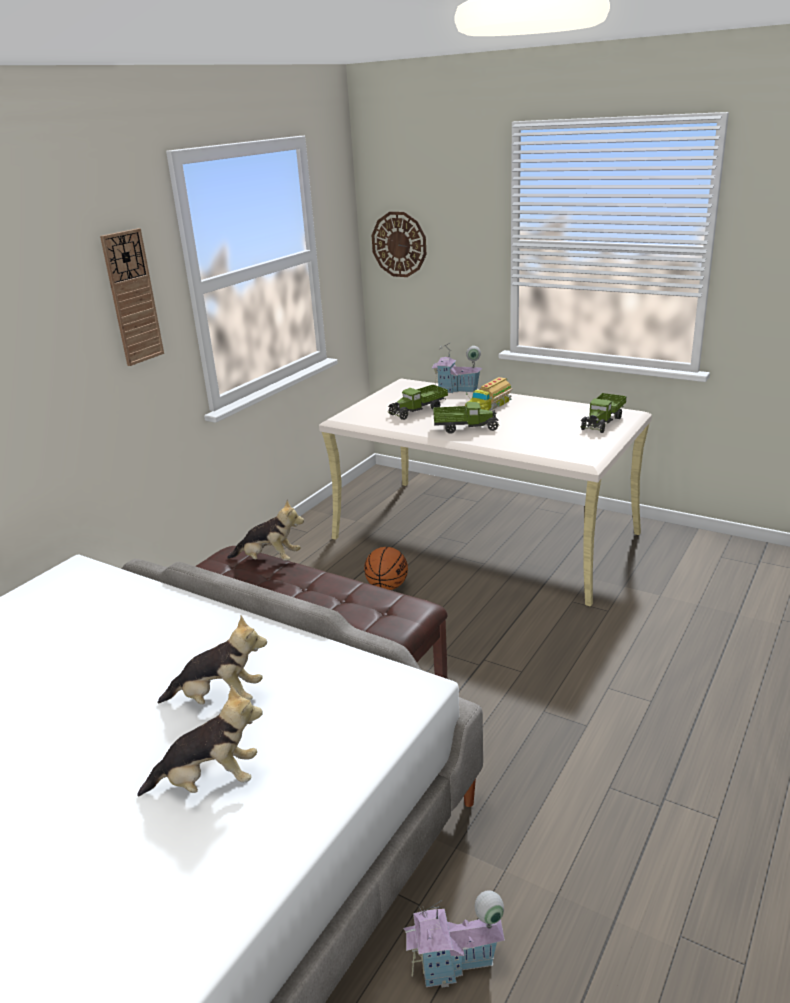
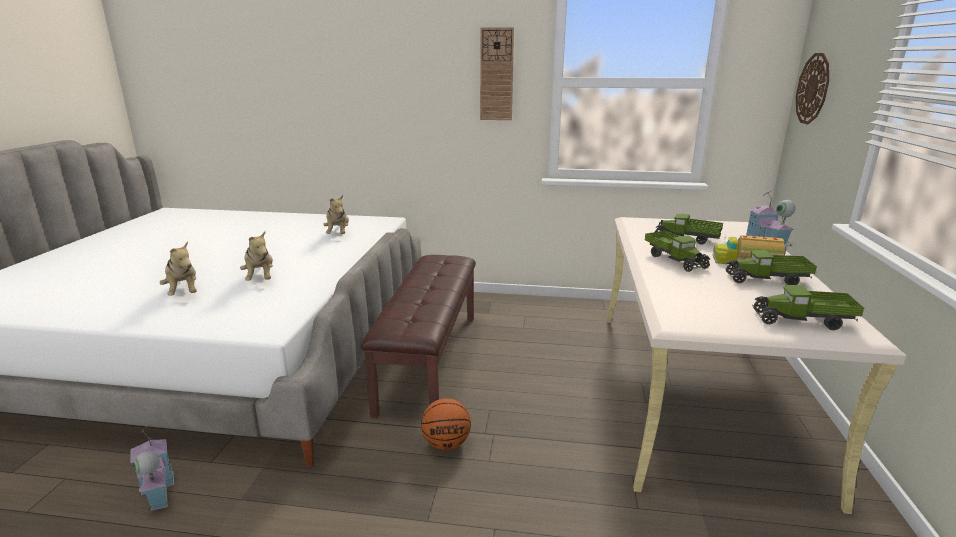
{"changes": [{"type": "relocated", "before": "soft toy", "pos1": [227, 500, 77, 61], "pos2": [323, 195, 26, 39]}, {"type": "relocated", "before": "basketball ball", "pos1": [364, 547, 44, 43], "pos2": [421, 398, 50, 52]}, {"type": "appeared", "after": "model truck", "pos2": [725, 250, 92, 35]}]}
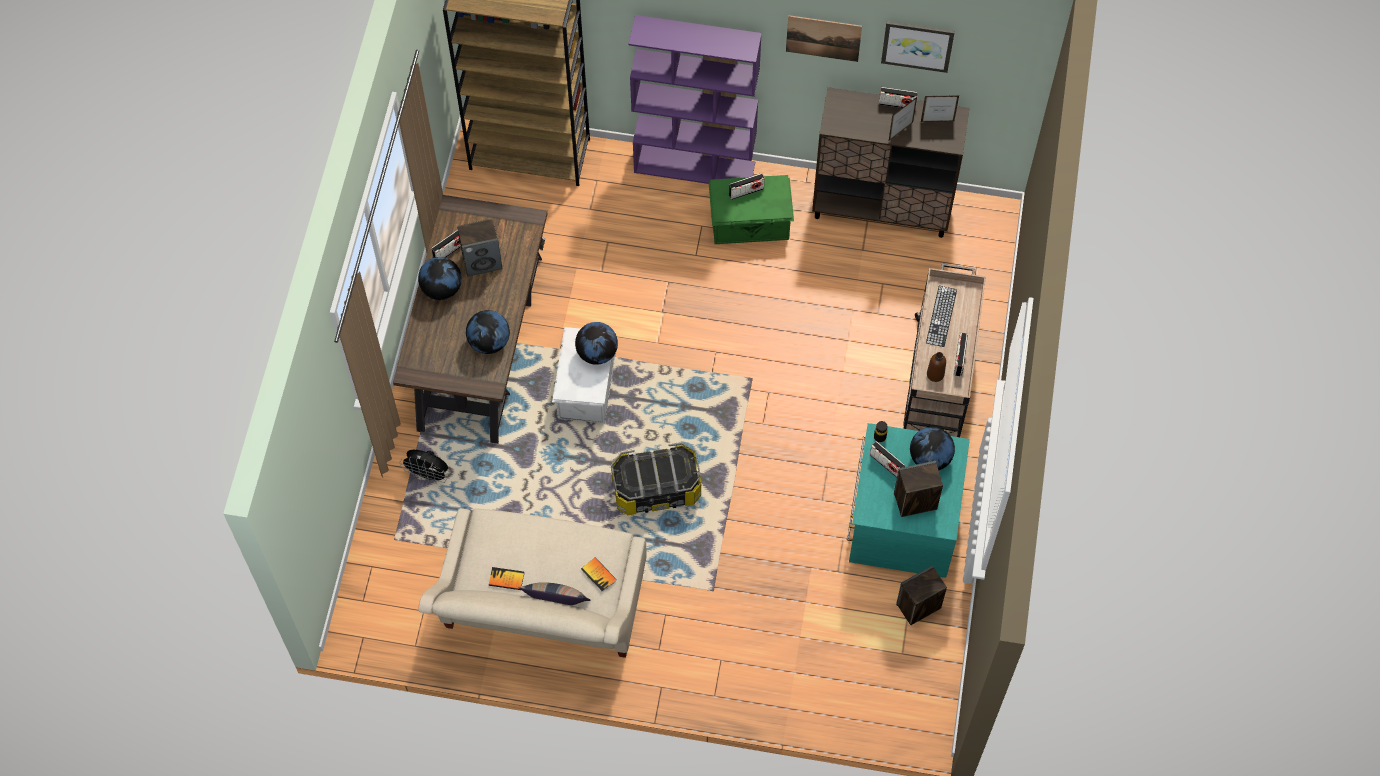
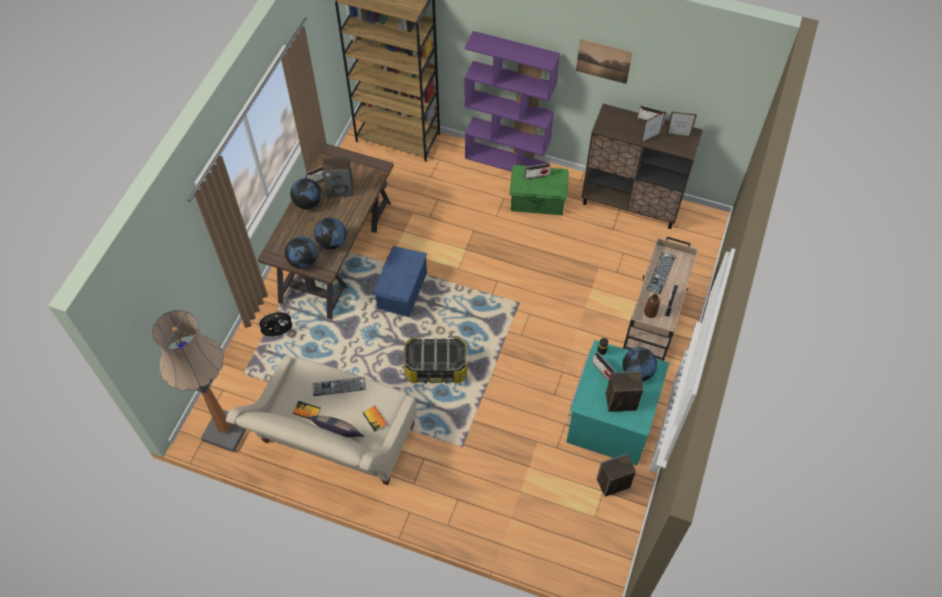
{"changes": [{"type": "appeared", "after": "floor lamp", "pos2": [152, 310, 94, 142]}, {"type": "spun", "before": "blackish fan", "pos1": [399, 450, 49, 34], "pos2": [258, 310, 35, 26], "turn": 135}, {"type": "relocated", "before": "world globe", "pos1": [575, 322, 43, 43], "pos2": [285, 236, 32, 32]}, {"type": "appeared", "after": "PC keyboard", "pos2": [313, 377, 53, 19]}, {"type": "colour", "before": "white storage container", "after": "blue storage container", "pos1": [552, 327, 64, 96], "pos2": [372, 246, 55, 71]}, {"type": "missing", "before": "wall picture", "pos1": [881, 21, 74, 52]}]}
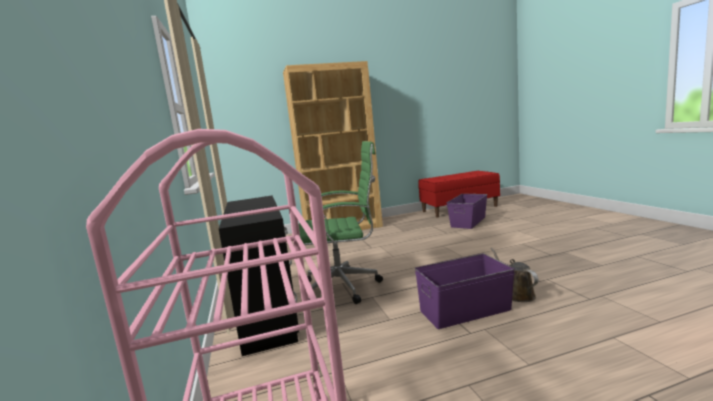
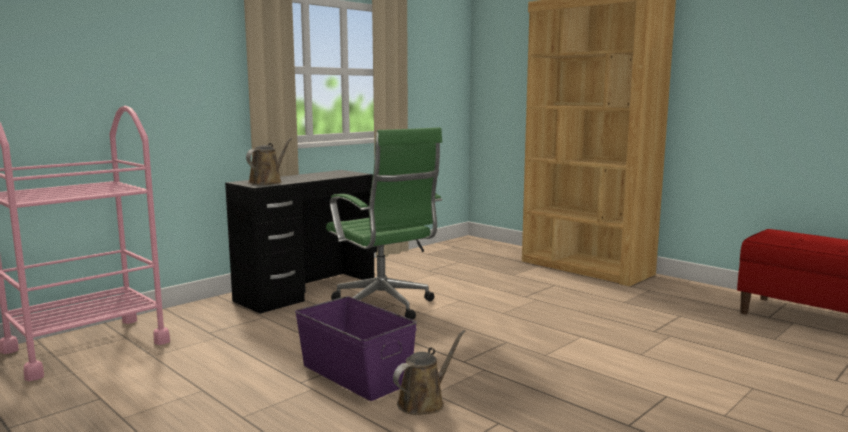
{"changes": [{"type": "appeared", "after": "brownish sprinkling can", "pos2": [246, 138, 46, 47]}, {"type": "missing", "before": "purple-coloured storage container", "pos1": [447, 194, 41, 35]}]}
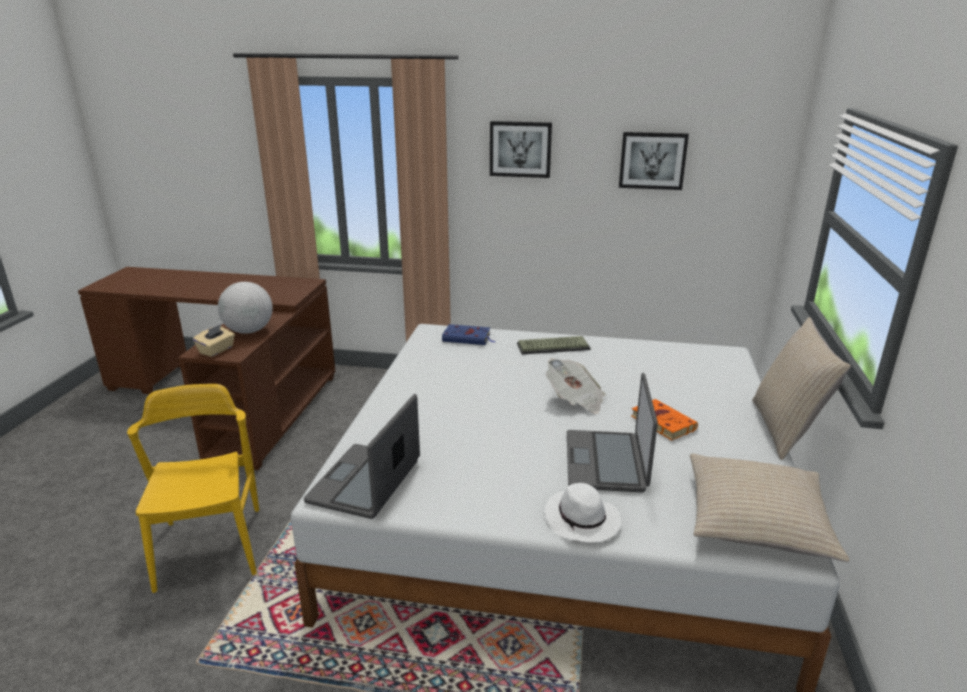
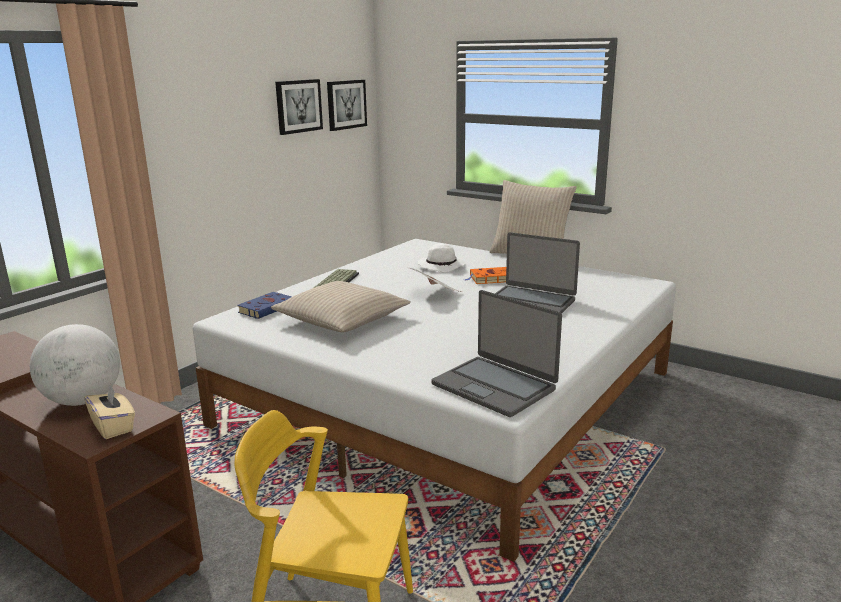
{"changes": [{"type": "relocated", "before": "beige cushion", "pos1": [690, 454, 159, 108], "pos2": [271, 281, 140, 51]}, {"type": "relocated", "before": "wall picture", "pos1": [490, 121, 62, 57], "pos2": [327, 80, 40, 51]}, {"type": "relocated", "before": "white clothing hat", "pos1": [545, 483, 76, 60], "pos2": [418, 243, 47, 29]}]}
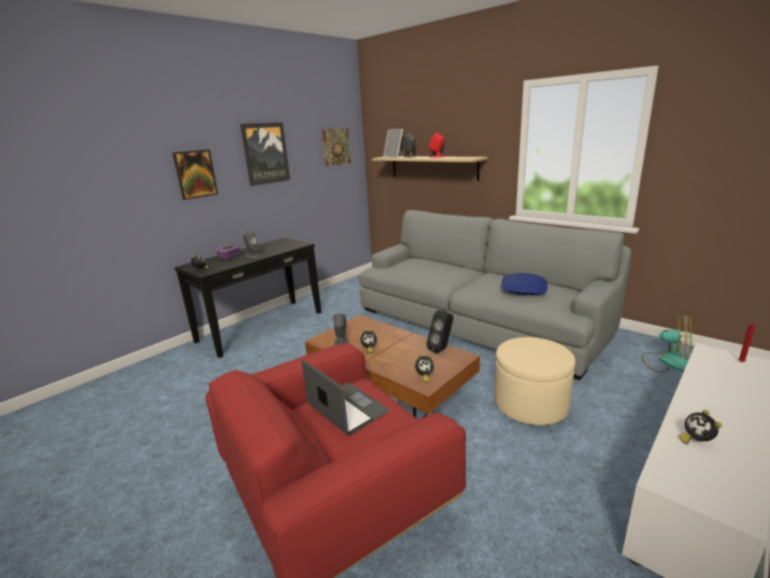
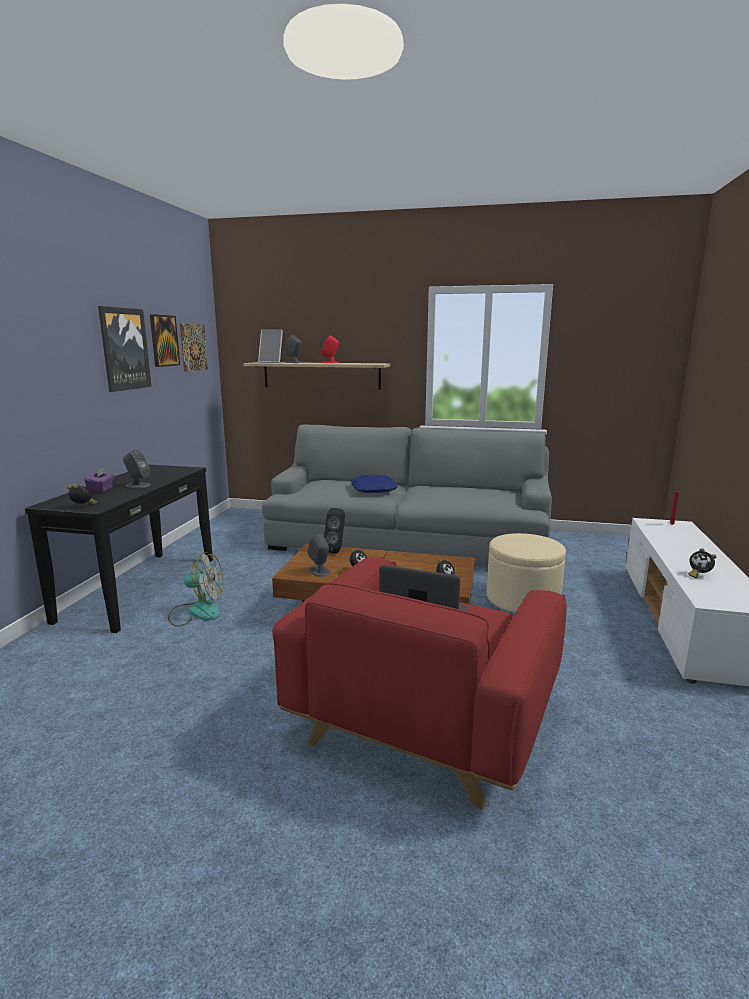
{"changes": [{"type": "relocated", "before": "wall picture", "pos1": [173, 150, 45, 50], "pos2": [150, 314, 30, 53]}, {"type": "relocated", "before": "fan", "pos1": [642, 314, 50, 59], "pos2": [168, 552, 55, 75]}, {"type": "relocated", "before": "blackish speaker", "pos1": [426, 310, 28, 44], "pos2": [324, 508, 21, 45]}, {"type": "relocated", "before": "blue cushion", "pos1": [501, 273, 47, 22], "pos2": [351, 475, 47, 18]}]}
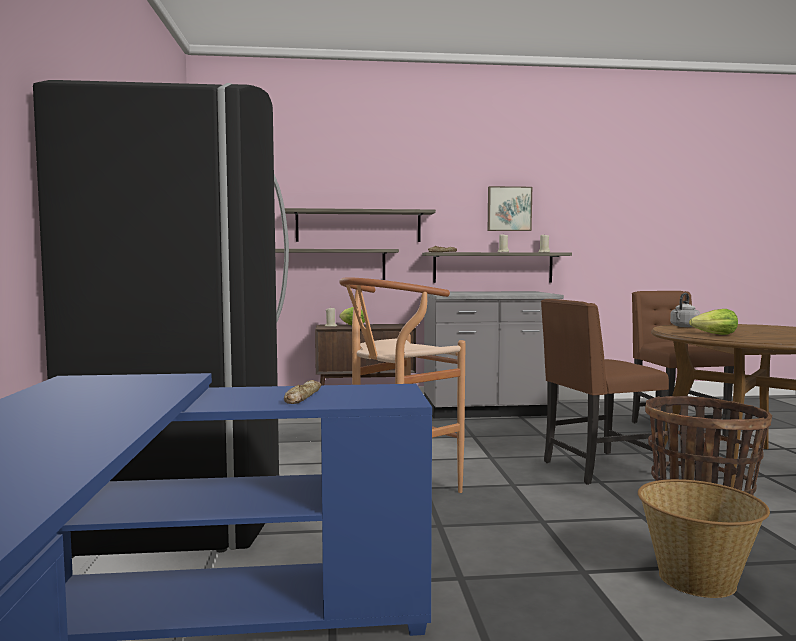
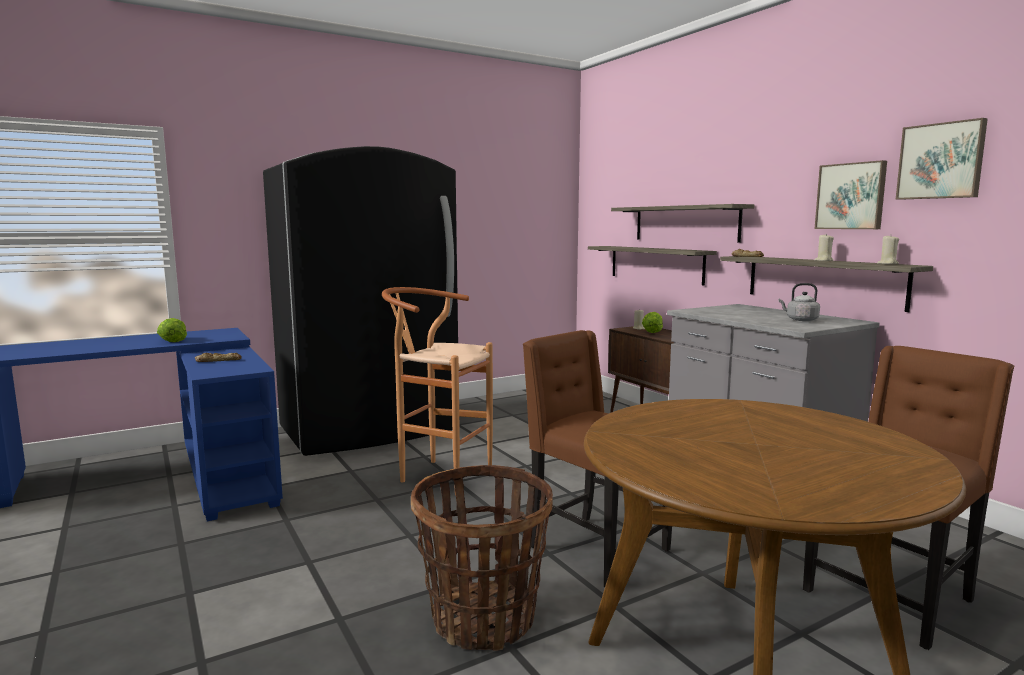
{"changes": [{"type": "relocated", "before": "lettuce", "pos1": [689, 309, 49, 26], "pos2": [157, 318, 30, 24]}, {"type": "relocated", "before": "gray water kettle", "pos1": [670, 293, 30, 34], "pos2": [779, 283, 41, 38]}, {"type": "appeared", "after": "wall picture", "pos2": [896, 118, 92, 82]}, {"type": "missing", "before": "household basket", "pos1": [638, 479, 132, 119]}]}
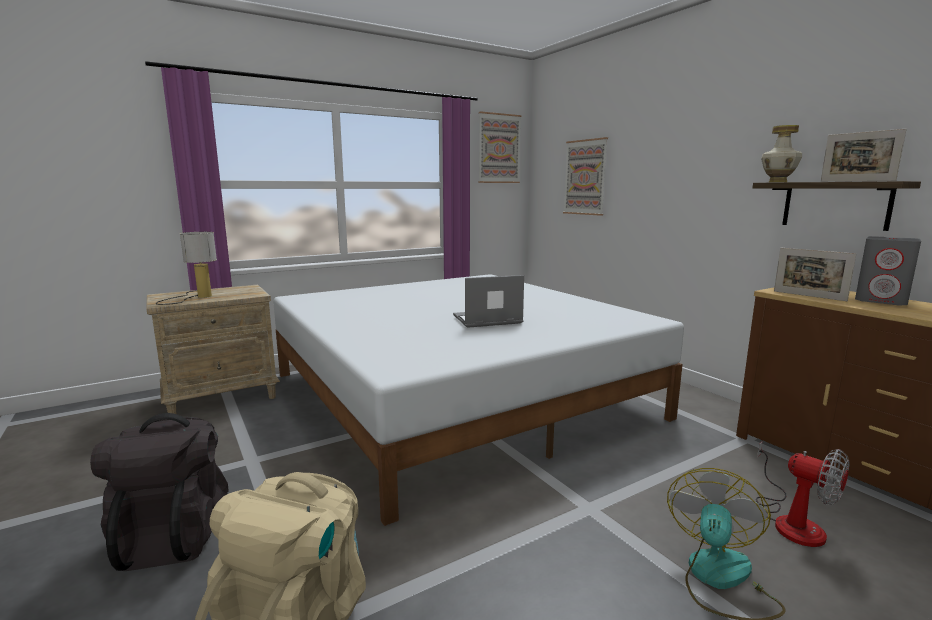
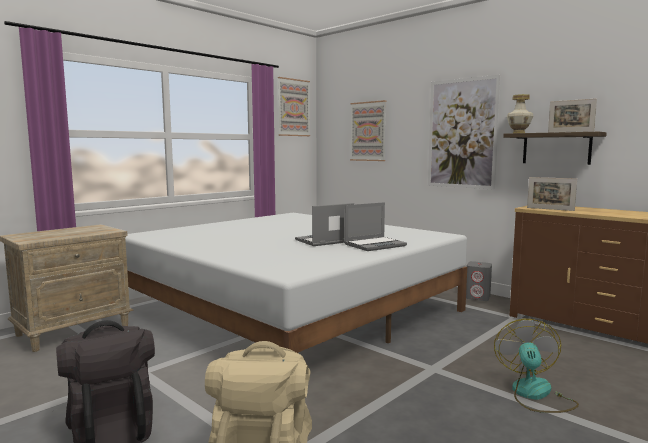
{"changes": [{"type": "appeared", "after": "notebook computer", "pos2": [344, 202, 63, 49]}, {"type": "appeared", "after": "wall picture", "pos2": [428, 75, 73, 114]}, {"type": "relocated", "before": "gray speaker", "pos1": [855, 236, 66, 70], "pos2": [466, 261, 26, 40]}, {"type": "missing", "before": "table lamp", "pos1": [156, 232, 61, 73]}, {"type": "missing", "before": "fan", "pos1": [756, 441, 94, 106]}]}
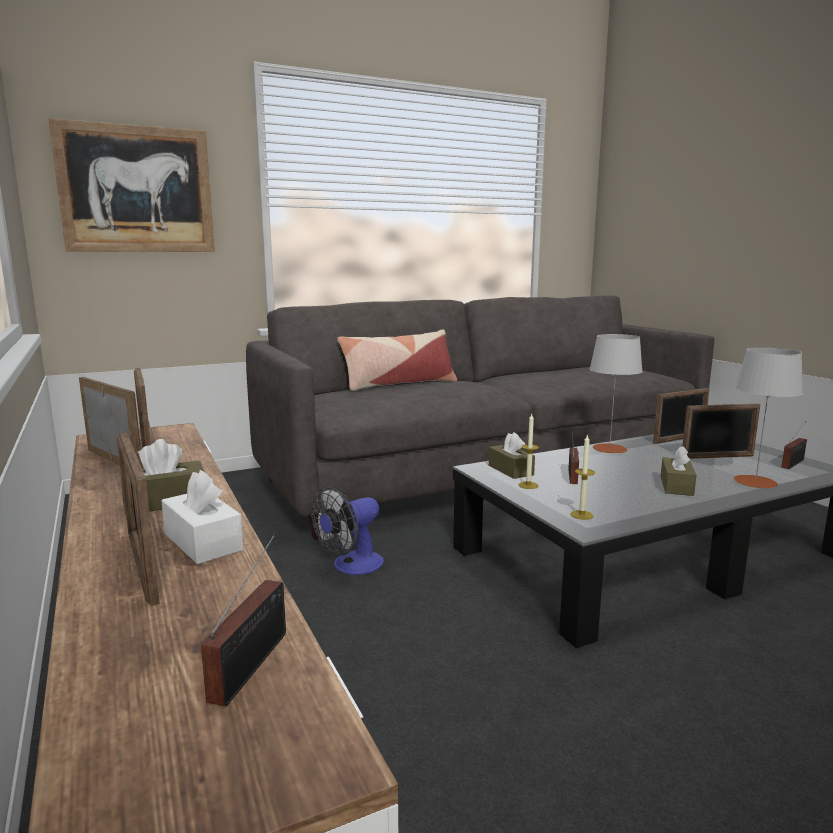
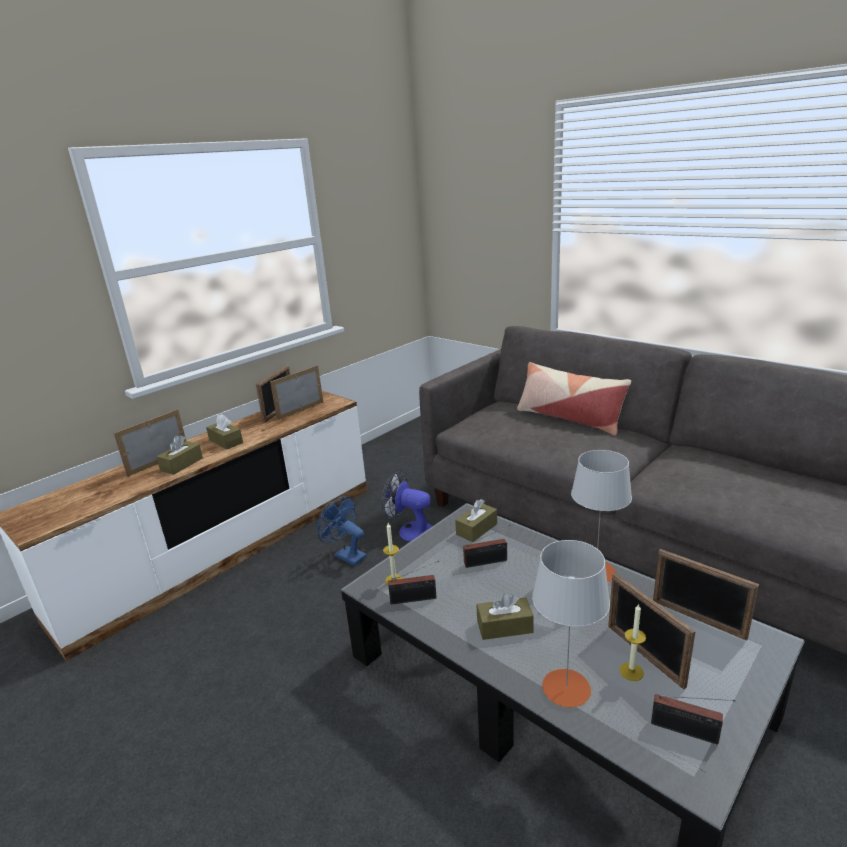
{"changes": [{"type": "colour", "before": "white tissue box", "after": "brownish tissue box", "pos1": [161, 470, 83, 94], "pos2": [156, 435, 47, 40]}, {"type": "appeared", "after": "blue fan", "pos2": [318, 496, 49, 70]}, {"type": "relocated", "before": "radio set", "pos1": [201, 533, 85, 173], "pos2": [388, 561, 51, 43]}, {"type": "relocated", "before": "wax candle", "pos1": [518, 414, 21, 75], "pos2": [619, 603, 27, 78]}, {"type": "missing", "before": "wall picture", "pos1": [48, 118, 167, 134]}]}
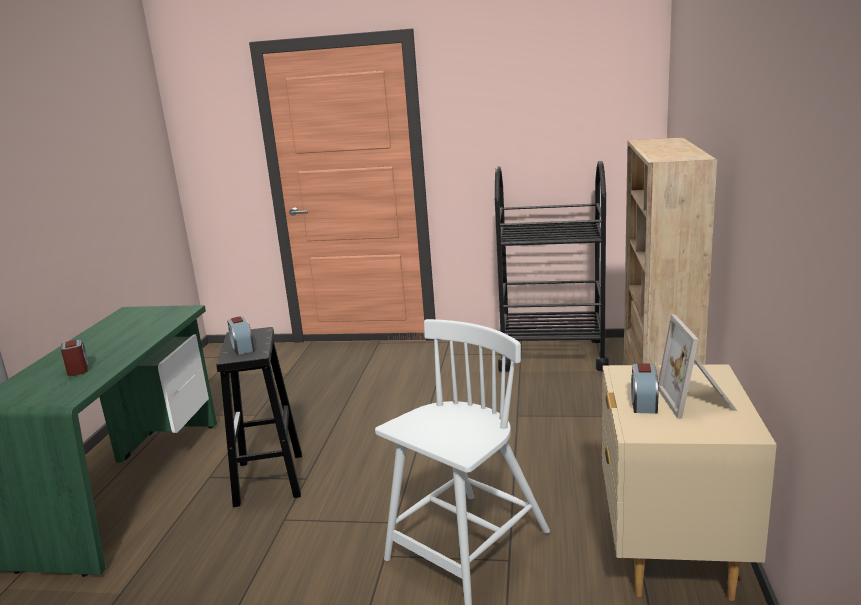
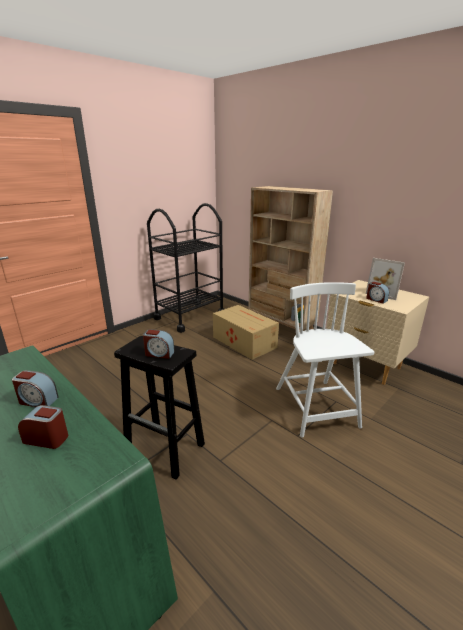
{"changes": [{"type": "appeared", "after": "table clock", "pos2": [12, 370, 47, 37]}, {"type": "appeared", "after": "carton", "pos2": [213, 305, 66, 55]}]}
